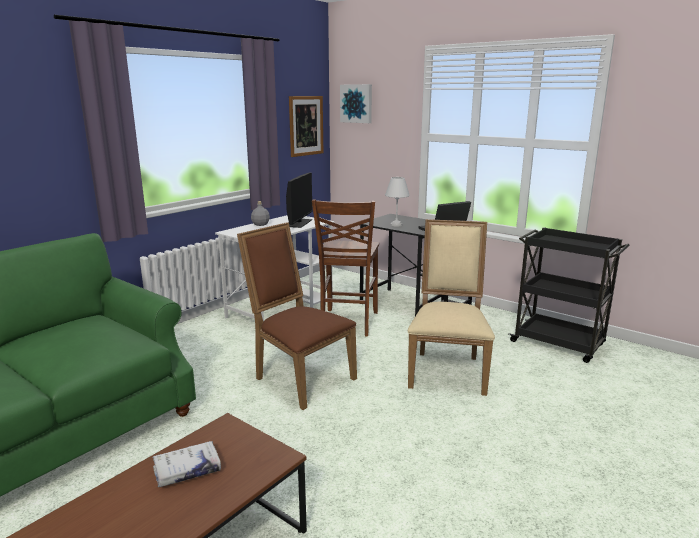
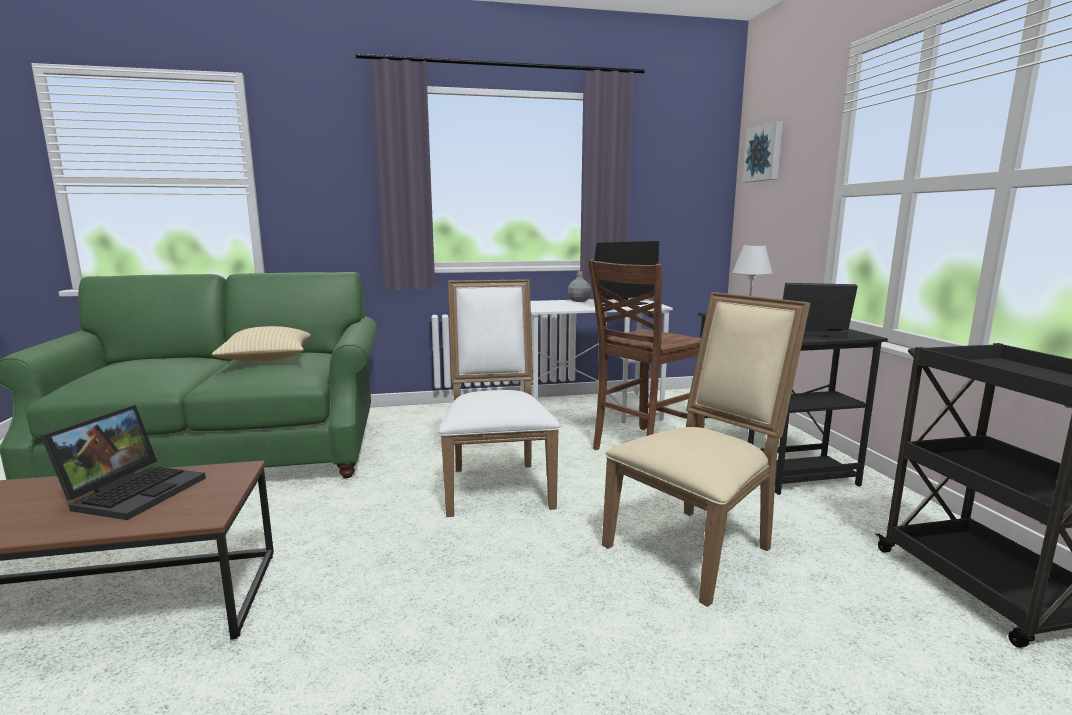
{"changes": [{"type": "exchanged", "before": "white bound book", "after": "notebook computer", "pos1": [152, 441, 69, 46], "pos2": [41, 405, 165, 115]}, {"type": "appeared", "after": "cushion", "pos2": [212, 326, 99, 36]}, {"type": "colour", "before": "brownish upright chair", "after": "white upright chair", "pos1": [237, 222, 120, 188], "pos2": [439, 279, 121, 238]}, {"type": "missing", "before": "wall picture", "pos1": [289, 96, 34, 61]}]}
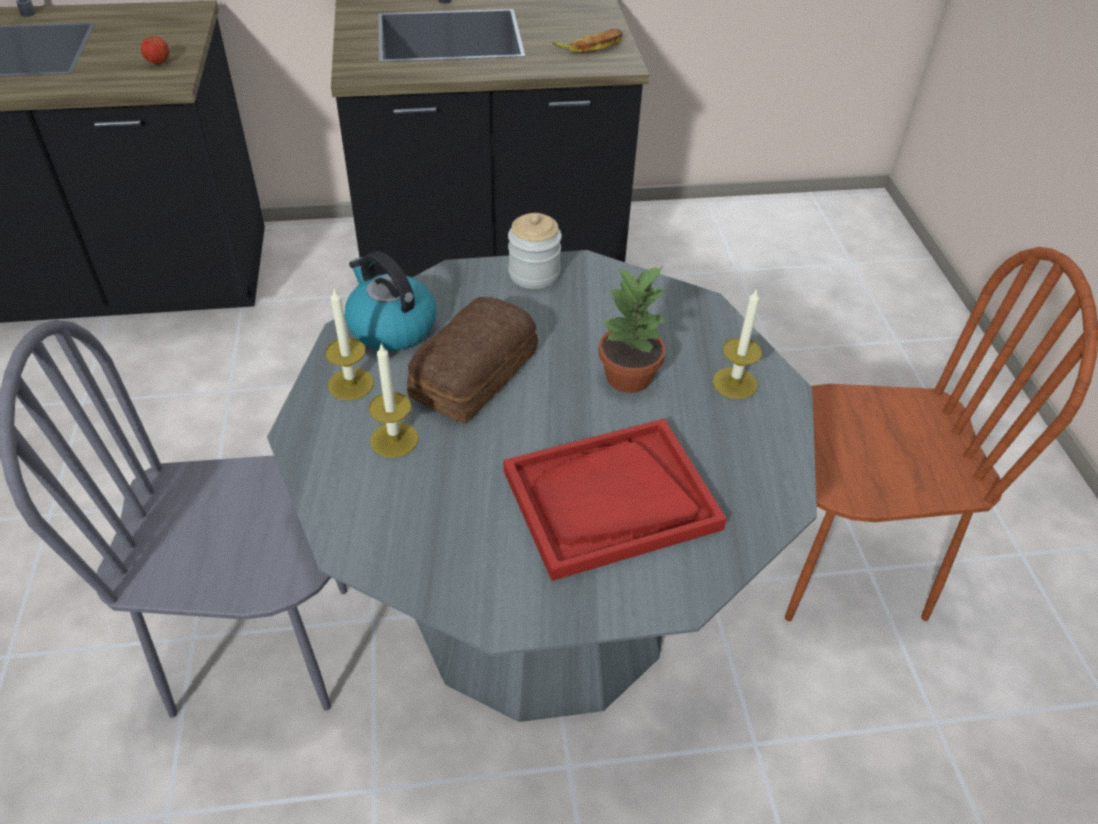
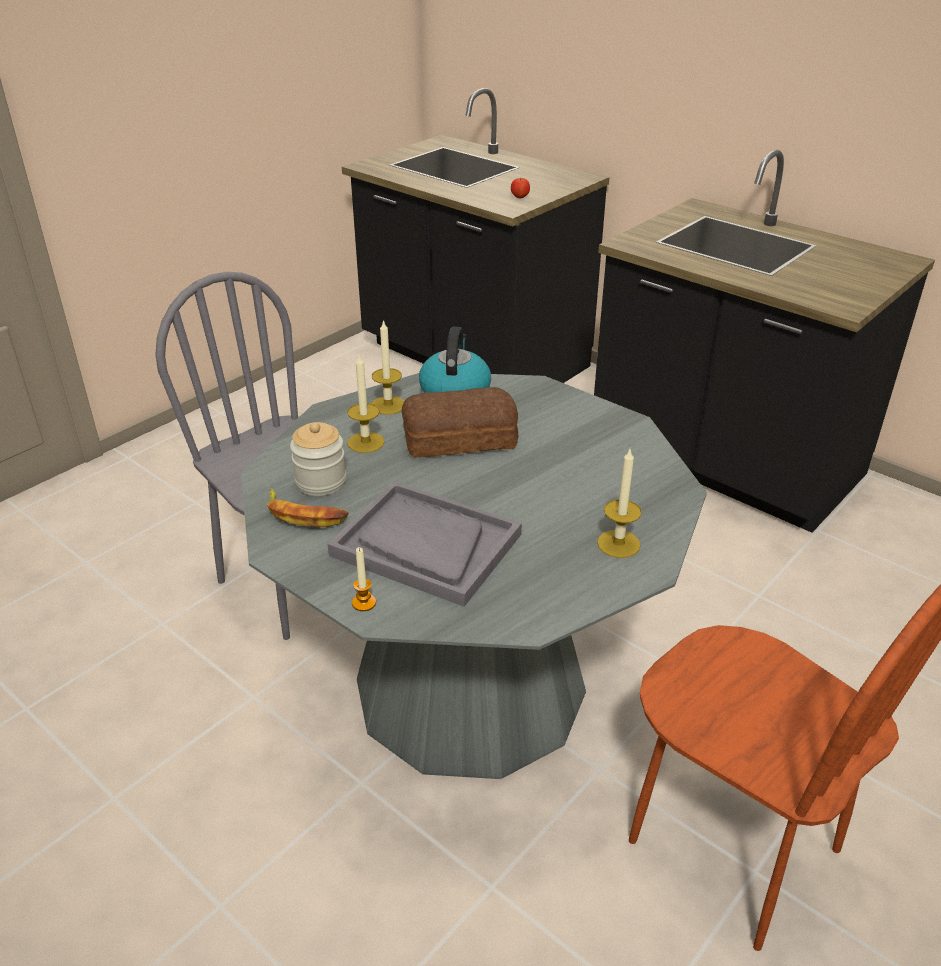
{"changes": [{"type": "relocated", "before": "banana", "pos1": [552, 29, 71, 24], "pos2": [267, 488, 82, 39]}, {"type": "relocated", "before": "storage jar", "pos1": [508, 213, 54, 76], "pos2": [290, 422, 56, 74]}, {"type": "colour", "before": "reddish serving tray", "after": "gray serving tray", "pos1": [504, 419, 223, 162], "pos2": [327, 481, 195, 126]}, {"type": "appeared", "after": "wax candle", "pos2": [352, 547, 24, 64]}, {"type": "missing", "before": "plant in a pot", "pos1": [598, 266, 69, 127]}]}
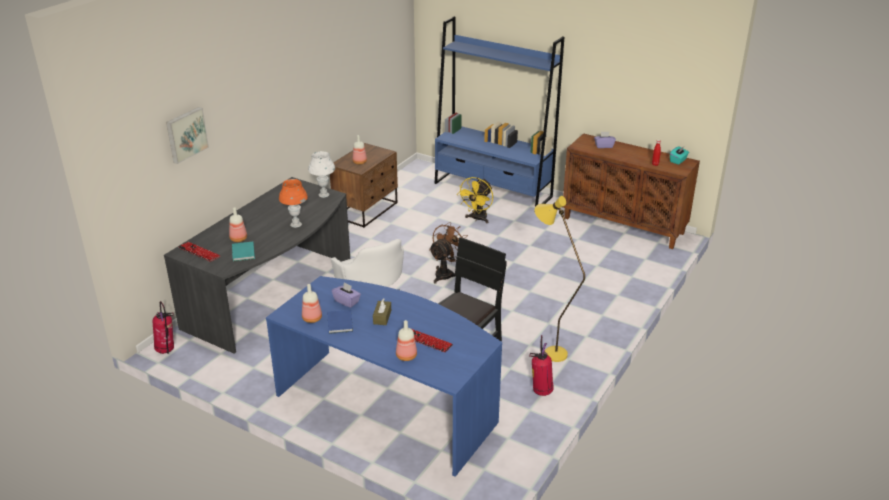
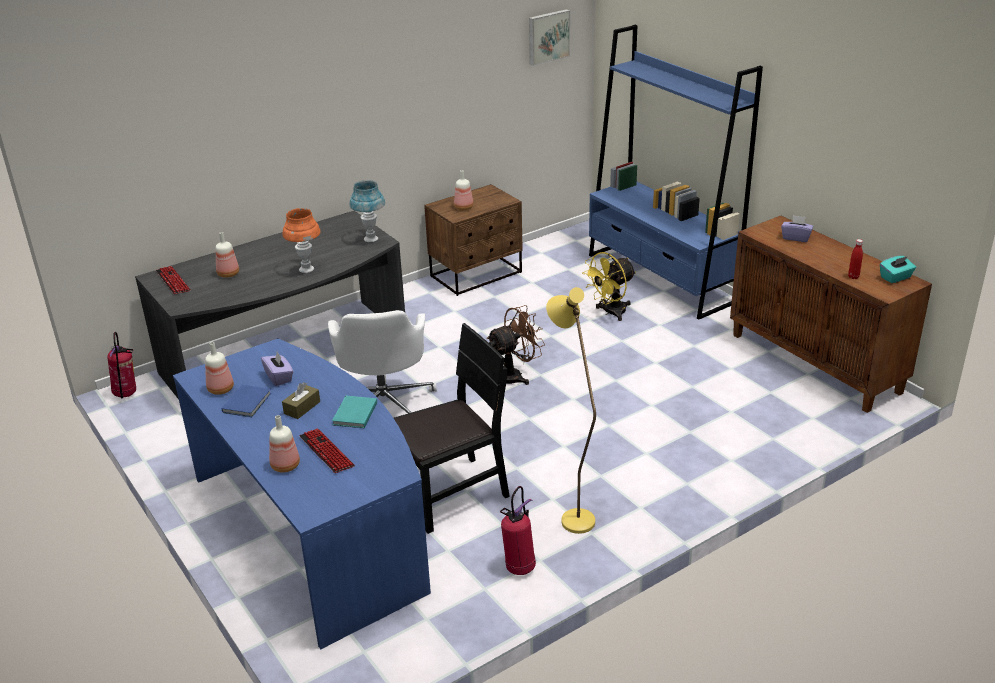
{"changes": [{"type": "relocated", "before": "turquoise-coloured bound book", "pos1": [232, 241, 23, 20], "pos2": [332, 396, 45, 32]}, {"type": "colour", "before": "white table lamp", "after": "blue table lamp", "pos1": [308, 151, 27, 47], "pos2": [349, 180, 36, 62]}, {"type": "relocated", "before": "wall picture", "pos1": [166, 107, 43, 57], "pos2": [529, 9, 41, 57]}]}
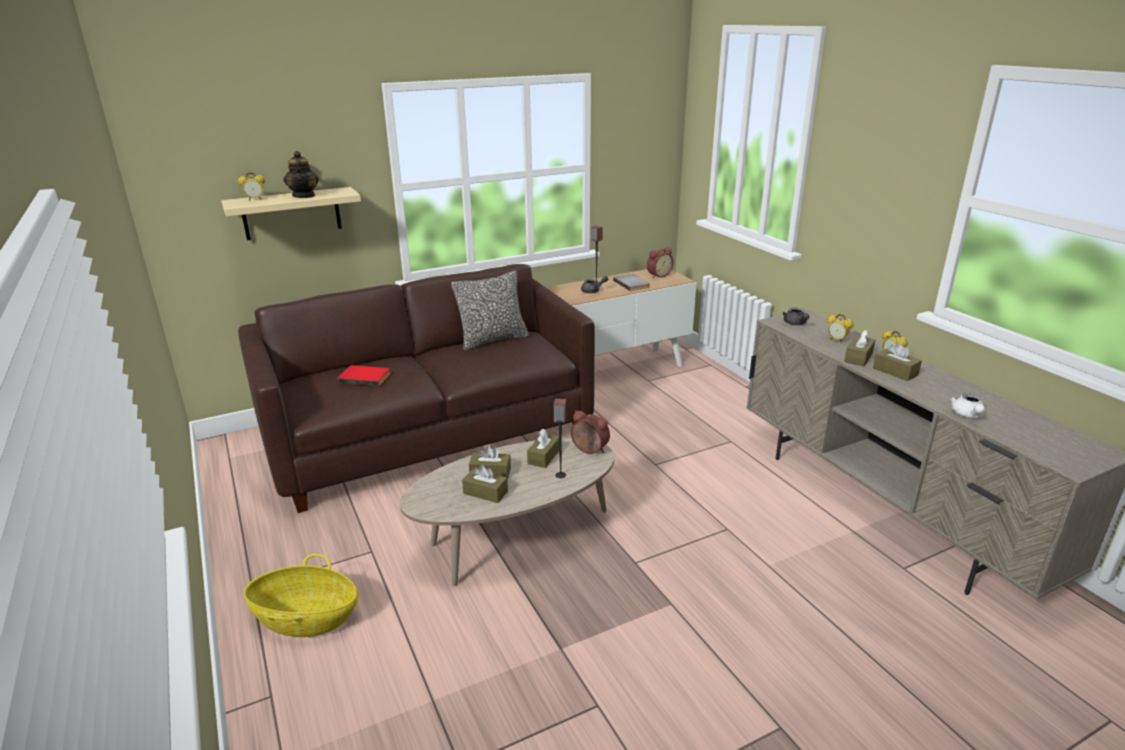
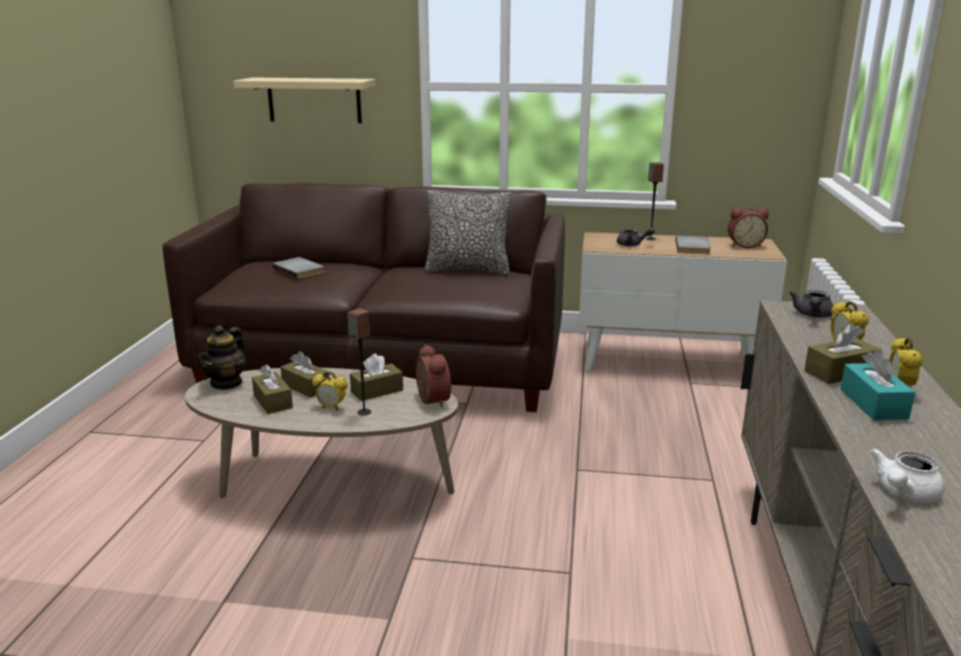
{"changes": [{"type": "relocated", "before": "tea pot", "pos1": [284, 151, 35, 47], "pos2": [197, 325, 49, 65]}, {"type": "colour", "before": "reddish bound book", "after": "gray bound book", "pos1": [338, 365, 53, 21], "pos2": [272, 257, 52, 22]}, {"type": "relocated", "before": "table clock", "pos1": [238, 172, 27, 29], "pos2": [312, 372, 36, 38]}, {"type": "colour", "before": "brownish tissue box", "after": "turquoise-coloured tissue box", "pos1": [873, 343, 49, 38], "pos2": [840, 350, 75, 70]}, {"type": "missing", "before": "household basket", "pos1": [244, 554, 115, 83]}]}
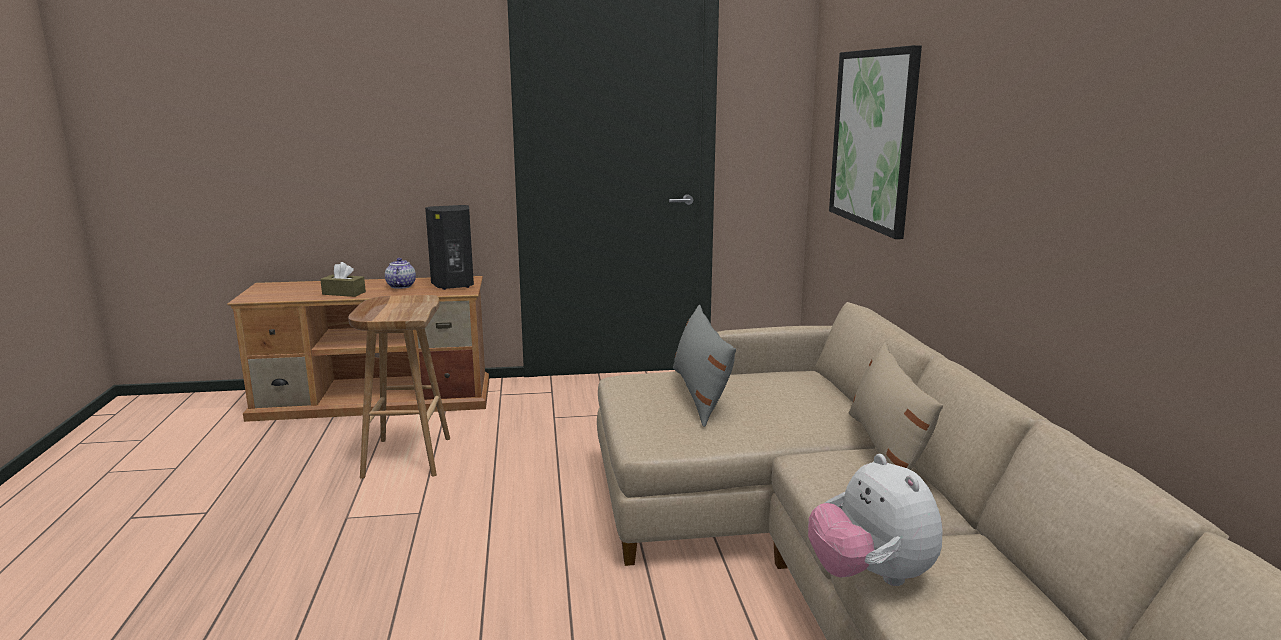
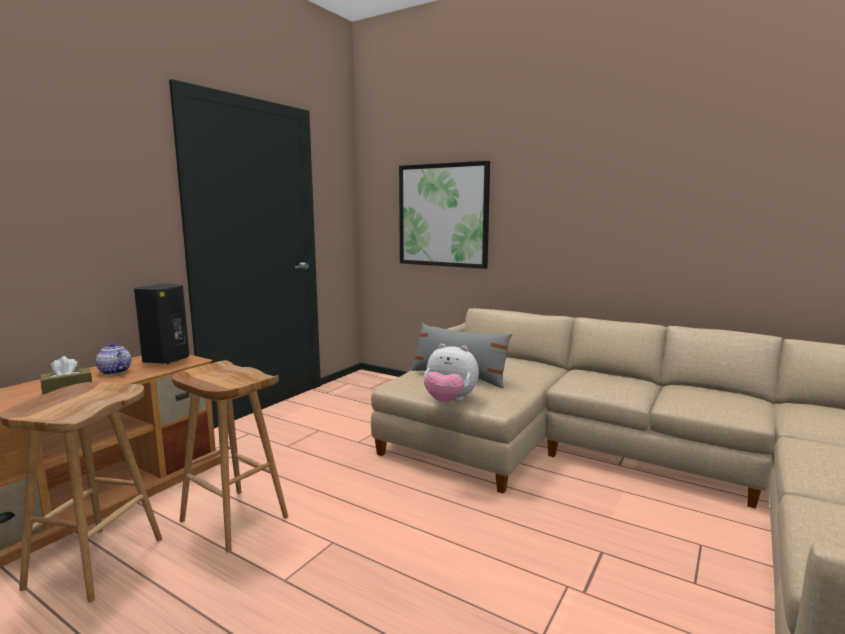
{"changes": [{"type": "appeared", "after": "brownish stool seat", "pos2": [0, 382, 162, 221]}, {"type": "relocated", "before": "soft toy", "pos1": [808, 454, 134, 132], "pos2": [424, 344, 55, 59]}, {"type": "missing", "before": "beige cushion", "pos1": [849, 342, 94, 128]}]}
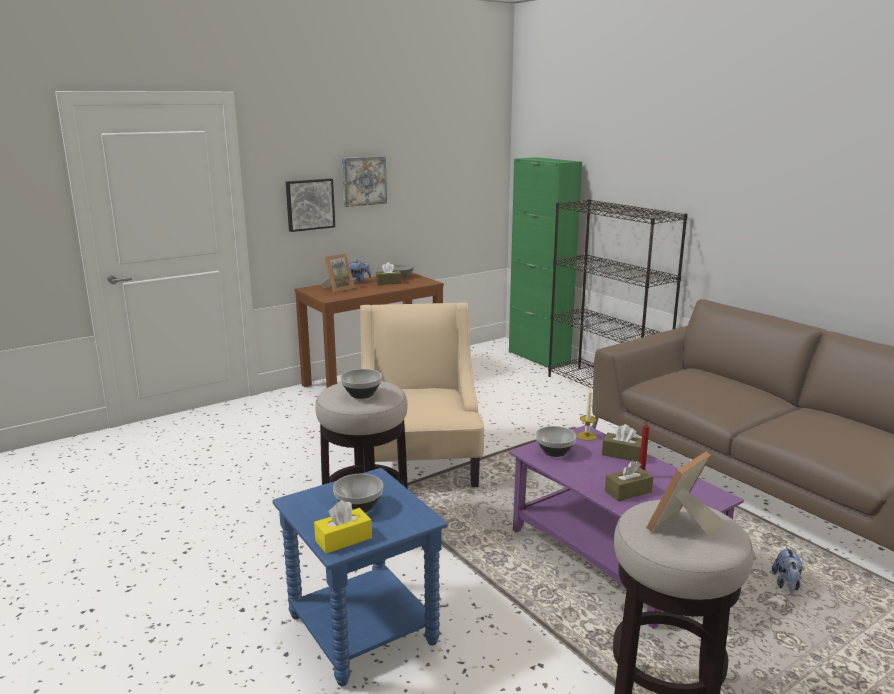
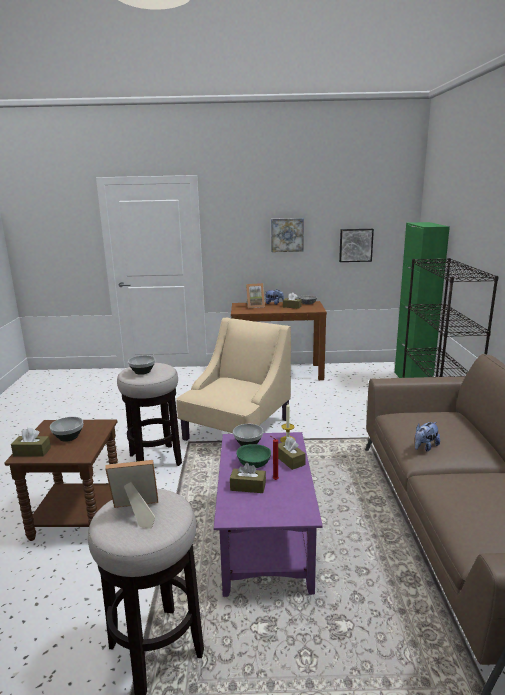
{"changes": [{"type": "colour", "before": "blue side table", "after": "brownish side table", "pos1": [272, 468, 176, 218], "pos2": [4, 419, 114, 122]}, {"type": "colour", "before": "yellow-coloured tissue box", "after": "brownish tissue box", "pos1": [314, 500, 58, 54], "pos2": [11, 428, 40, 29]}, {"type": "appeared", "after": "green serving bowl", "pos2": [237, 444, 34, 24]}, {"type": "relocated", "before": "wall picture", "pos1": [286, 179, 49, 53], "pos2": [339, 229, 35, 33]}, {"type": "relocated", "before": "soft toy", "pos1": [772, 546, 31, 48], "pos2": [415, 422, 25, 30]}]}
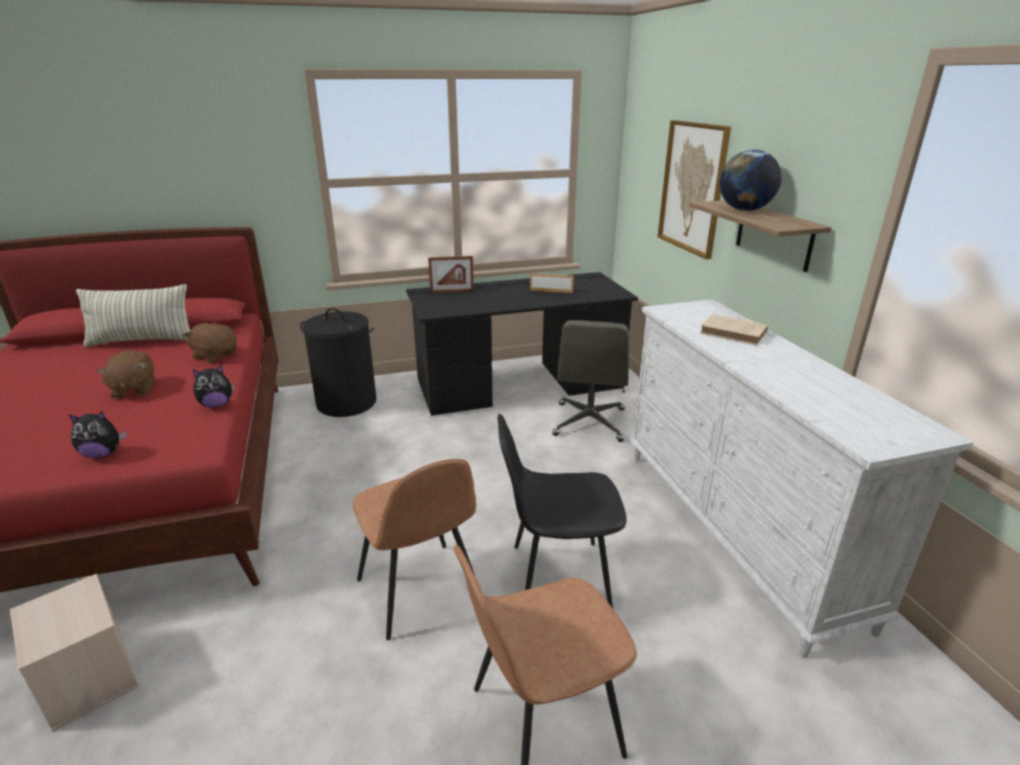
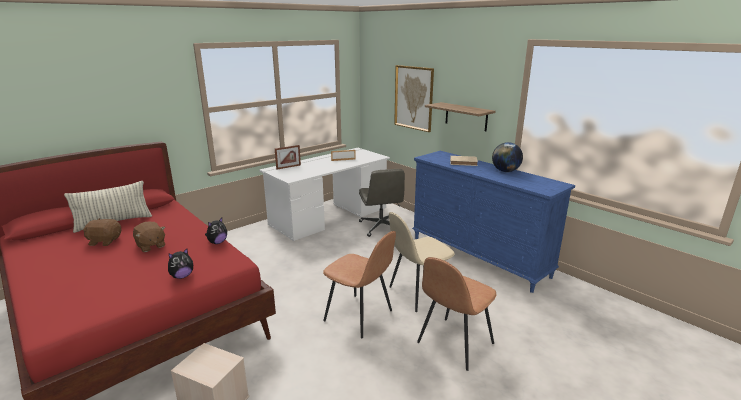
{"changes": [{"type": "relocated", "before": "brownish soft toy", "pos1": [183, 321, 54, 42], "pos2": [83, 218, 38, 28]}, {"type": "colour", "before": "blackish desk", "after": "white desk", "pos1": [406, 272, 232, 144], "pos2": [259, 148, 131, 93]}, {"type": "colour", "before": "blackish upright chair", "after": "beige upright chair", "pos1": [497, 413, 129, 195], "pos2": [389, 212, 66, 100]}, {"type": "colour", "before": "white drawer chest", "after": "blue drawer chest", "pos1": [630, 299, 344, 359], "pos2": [412, 151, 163, 142]}, {"type": "relocated", "before": "world globe", "pos1": [720, 150, 62, 61], "pos2": [492, 142, 31, 30]}, {"type": "missing", "before": "blackish laundry basket", "pos1": [300, 308, 76, 109]}]}
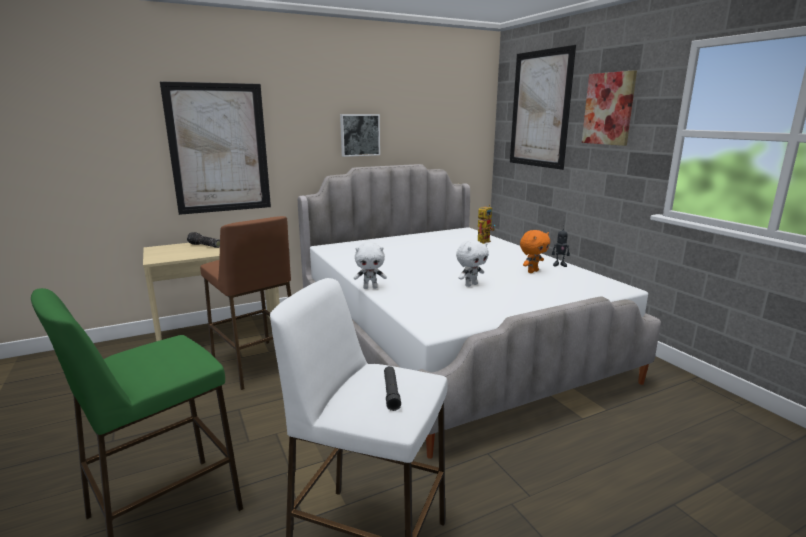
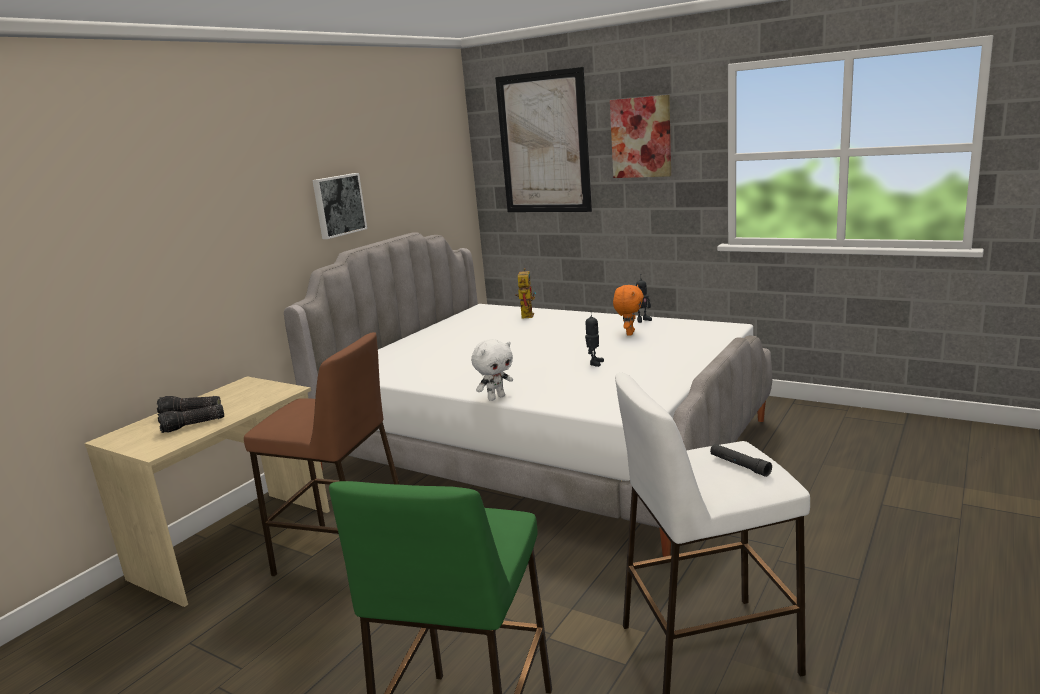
{"changes": [{"type": "appeared", "after": "torch", "pos2": [157, 404, 67, 29]}, {"type": "exchanged", "before": "white soft toy", "after": "robot figure", "pos1": [456, 240, 33, 47], "pos2": [585, 315, 19, 52]}, {"type": "missing", "before": "wall picture", "pos1": [160, 81, 111, 134]}]}
